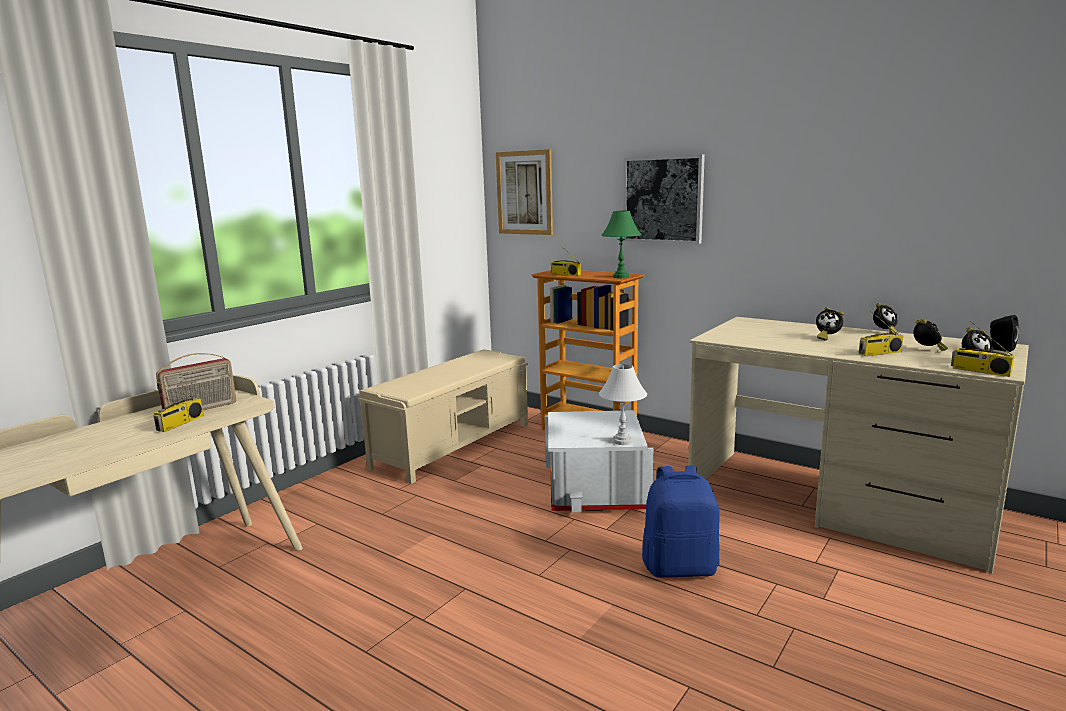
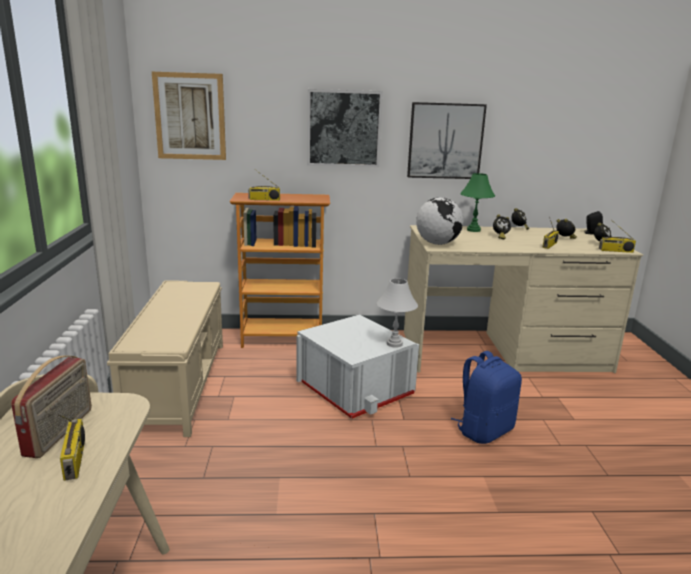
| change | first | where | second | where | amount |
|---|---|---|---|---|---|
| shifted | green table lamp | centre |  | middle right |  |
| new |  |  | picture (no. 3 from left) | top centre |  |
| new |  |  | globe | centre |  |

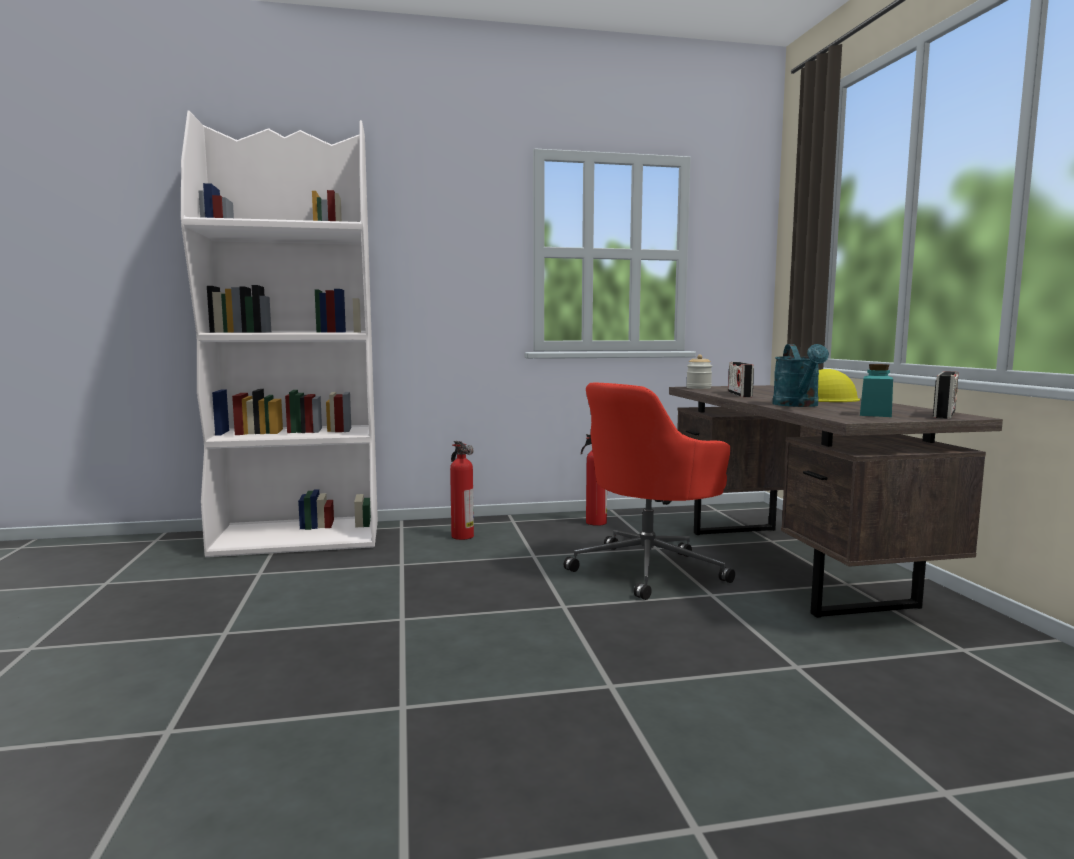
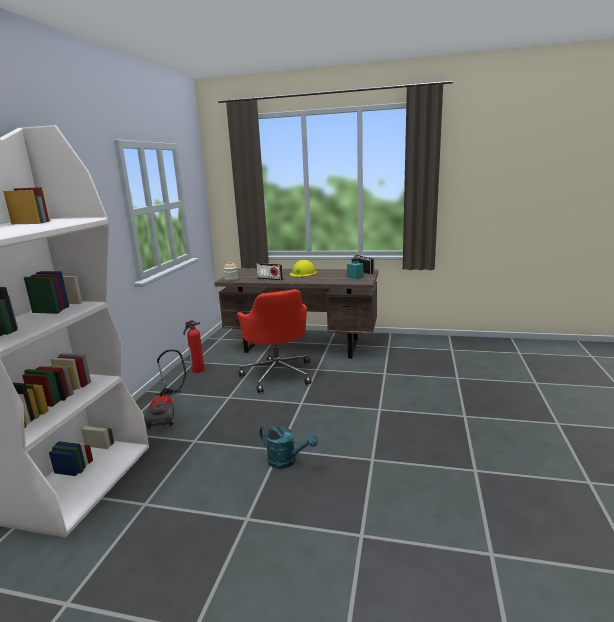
| change | first | where | second | where | amount |
|---|---|---|---|---|---|
| shifted | turquoise watering can | middle right |  | bottom centre |  |
| swapped | fire extinguisher (no. 1 from left) | centre | vacuum cleaner | middle left |  |

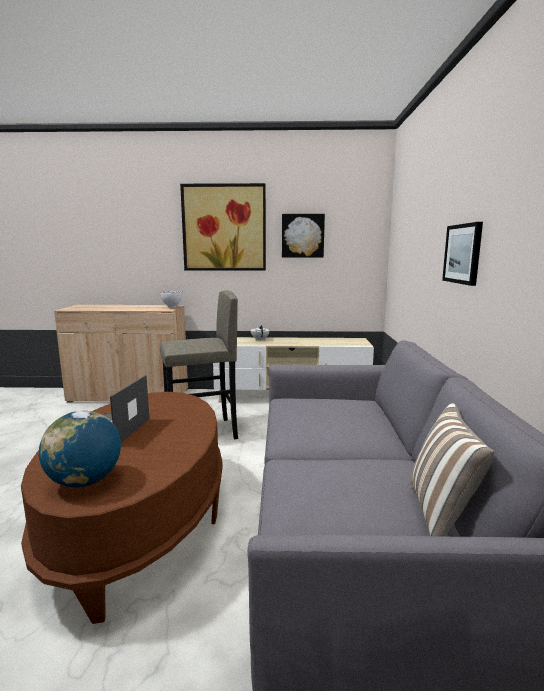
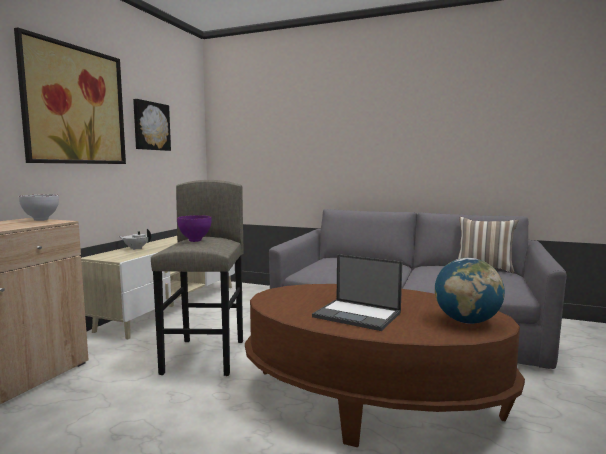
| change | first | where | second | where | amount |
|---|---|---|---|---|---|
| gone | picture (no. 3 from left) | middle right |  |  |  |
| new |  |  | purple bowl | middle left |  |

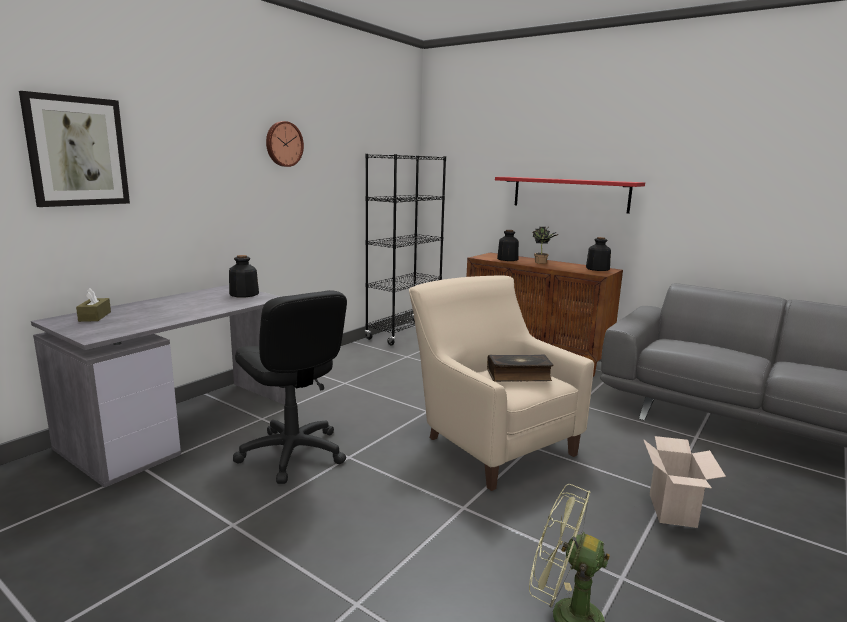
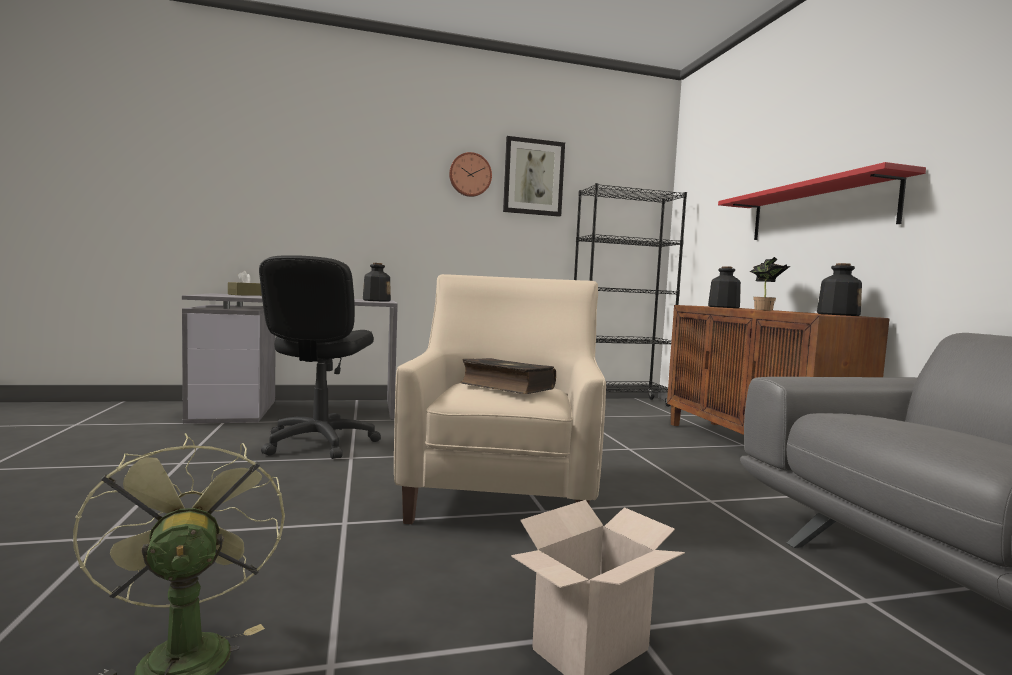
| change | first | where | second | where | amount |
|---|---|---|---|---|---|
| shifted | picture | top left |  | top centre |  |

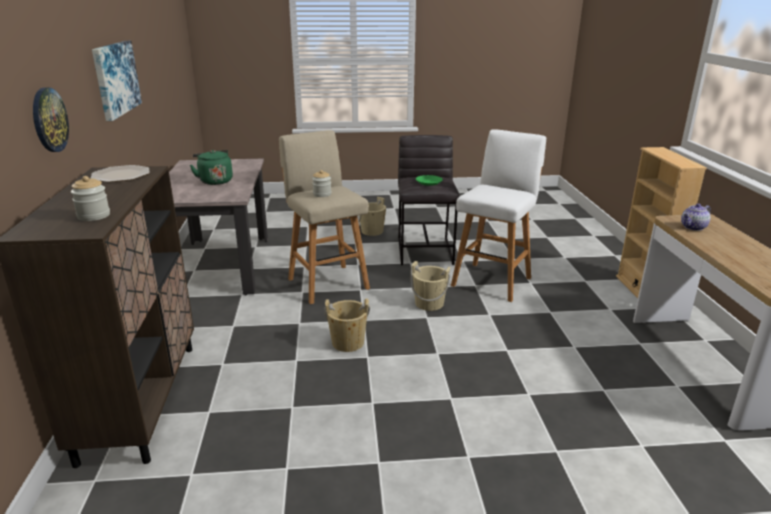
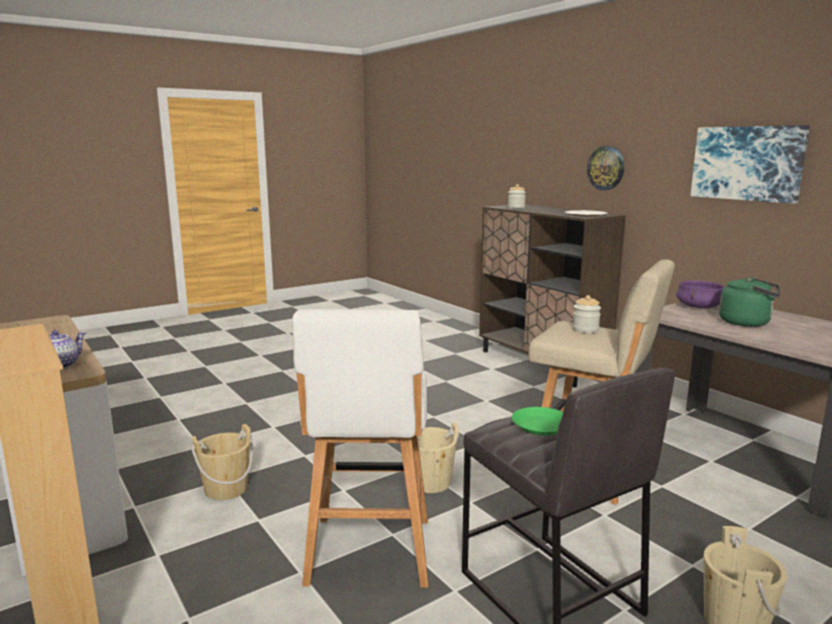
| change | first | where | second | where | amount |
|---|---|---|---|---|---|
| shifted | beige bucket (no. 1 from left) | centre |  | bottom left |  |
| new |  |  | purple cooking pot | middle right |  |

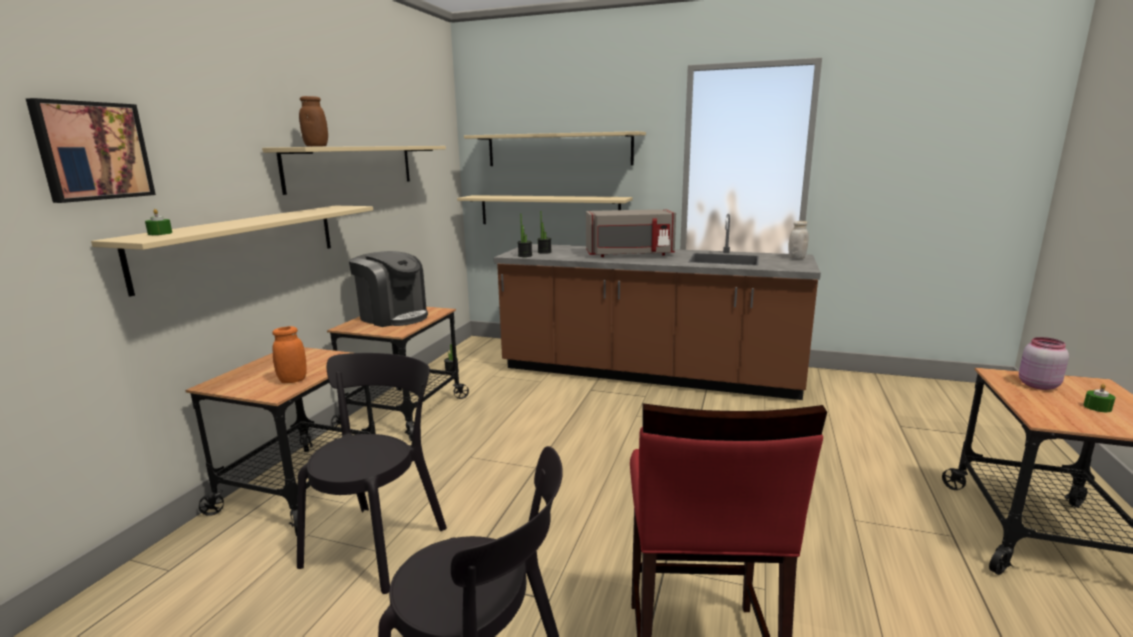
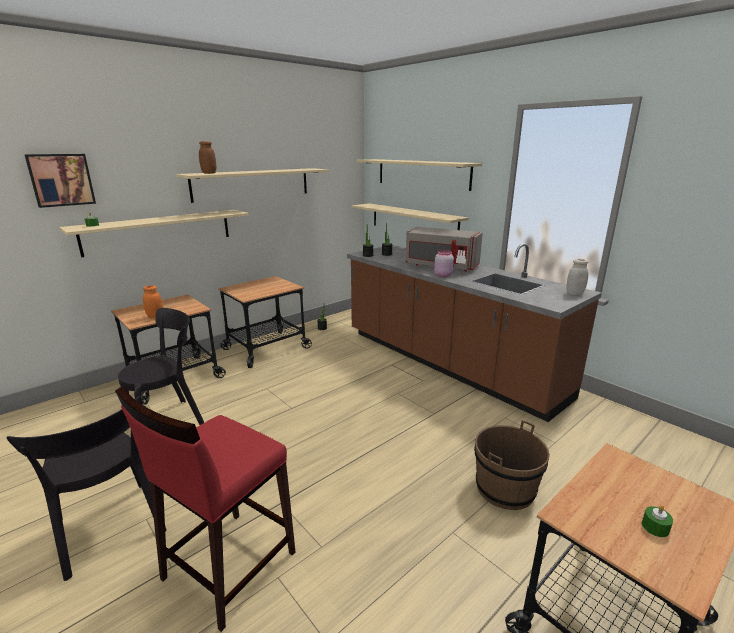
| change | first | where | second | where | amount |
|---|---|---|---|---|---|
| gone | coffee machine | centre |  |  |  |
| shifted | pink jar | middle right |  | centre |  |
| new |  |  | brown bucket | bottom right |  |

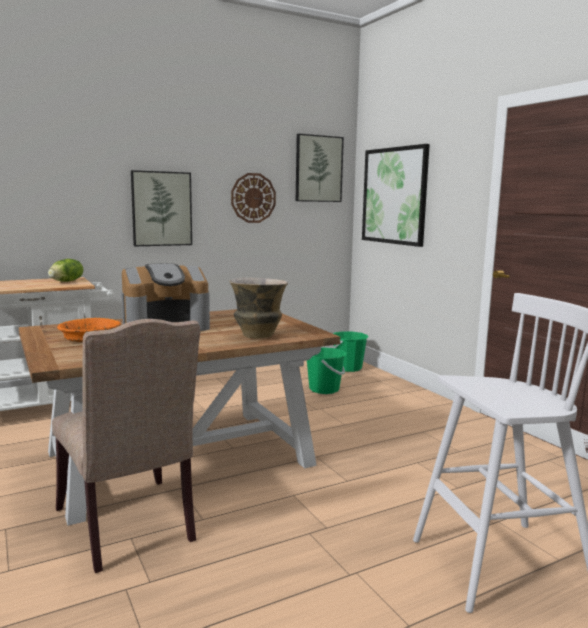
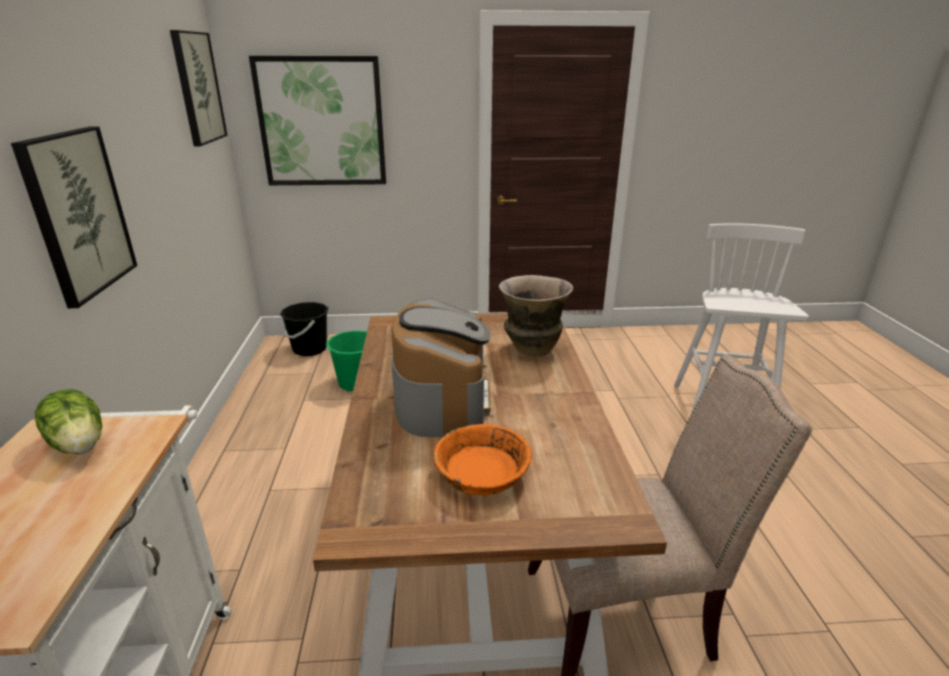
| change | first | where | second | where | amount |
|---|---|---|---|---|---|
| gone | wall clock | top centre |  |  |  |
| repainted | green bucket (no. 2 from left) | centre | black bucket | middle left |  |

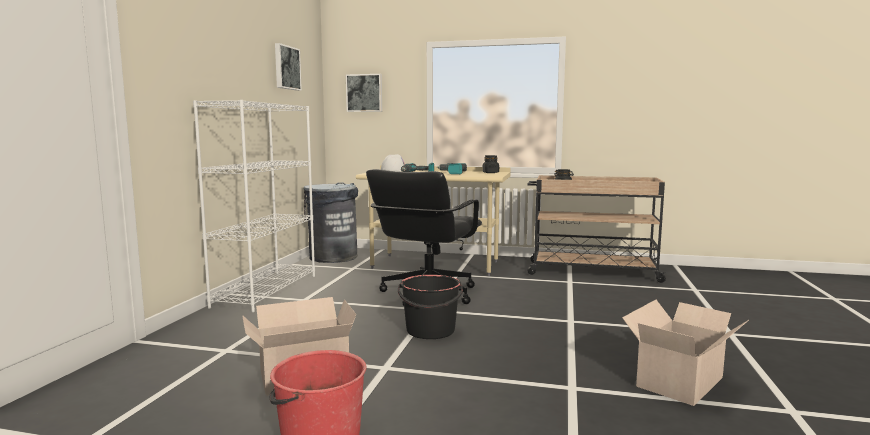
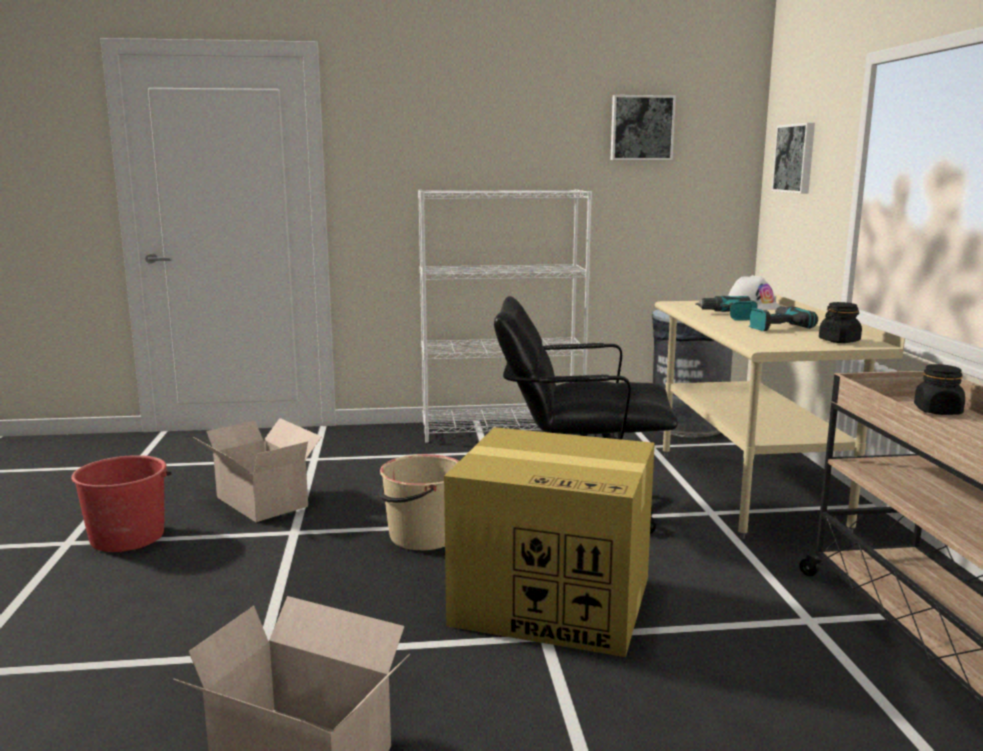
| change | first | where | second | where | amount |
|---|---|---|---|---|---|
| repainted | black bucket | bottom centre | beige bucket | bottom centre |  |
| new |  |  | cardboard box (no. 3 from left) | bottom centre |  |

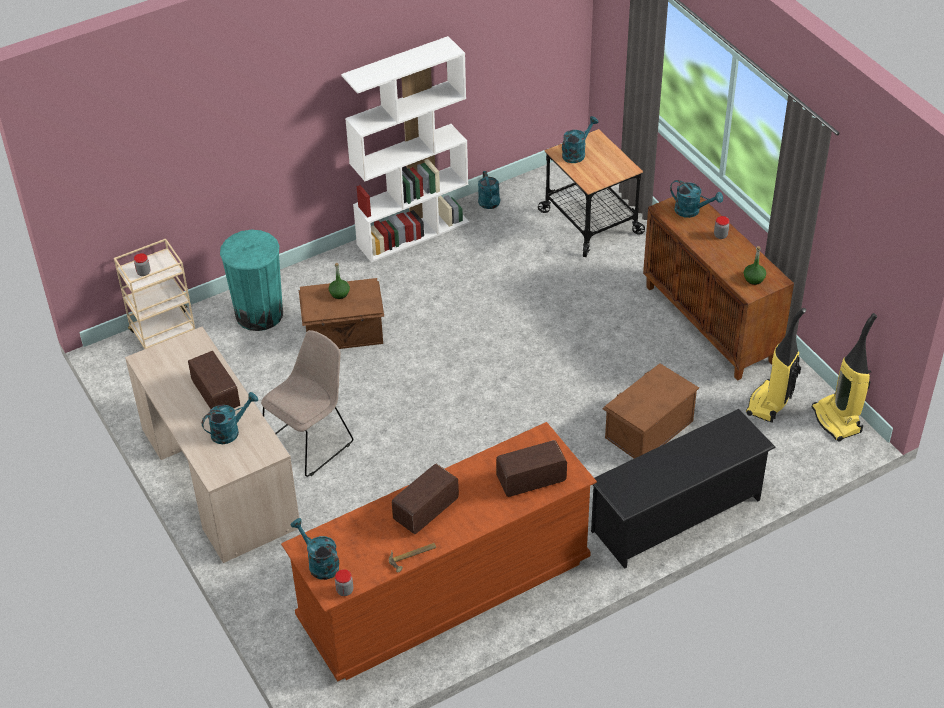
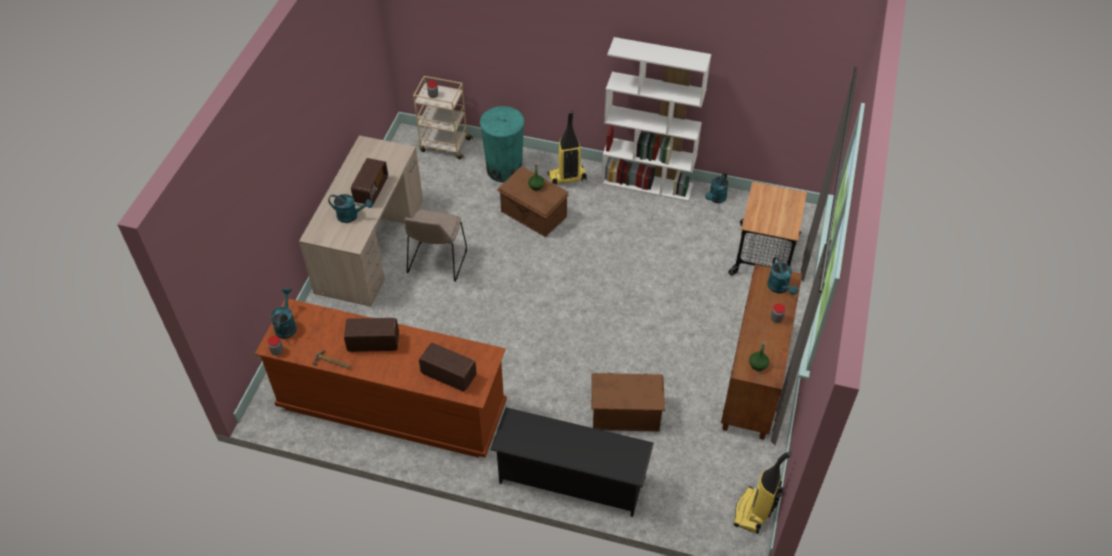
| change | first | where | second | where | amount |
|---|---|---|---|---|---|
| gone | turquoise watering can (no. 4 from left) | top centre |  |  |  |
| shifted | vacuum cleaner (no. 1 from left) | middle right |  | top centre |  |
| rotated | beige chair | middle left |  | centre | 105 degrees clockwise |

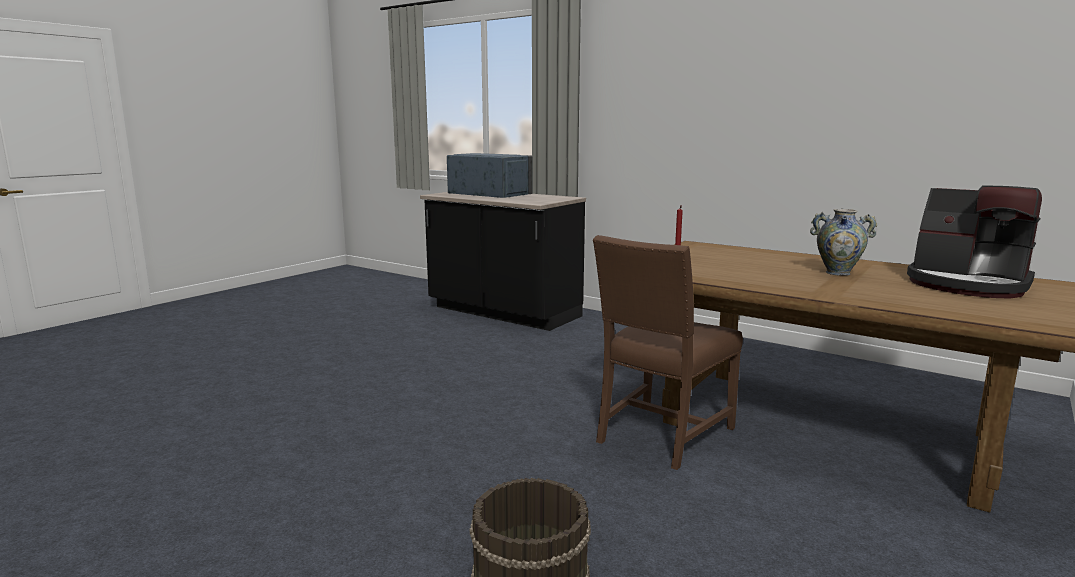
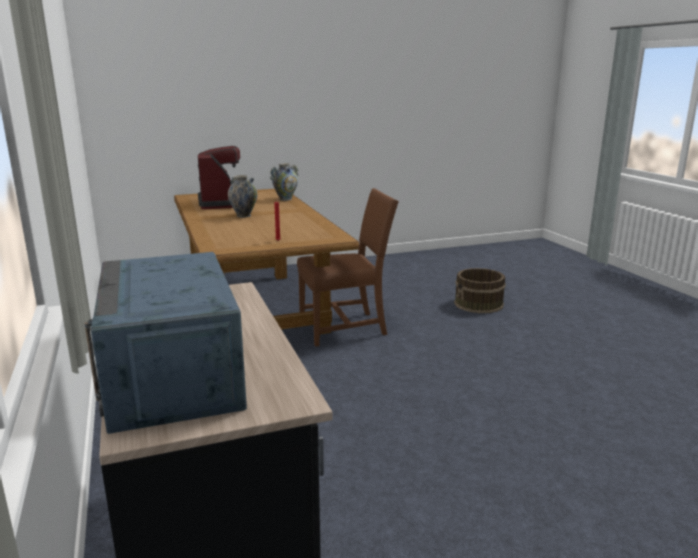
| change | first | where | second | where | amount |
|---|---|---|---|---|---|
| new |  |  | vase (no. 2 from left) | top centre |  |

